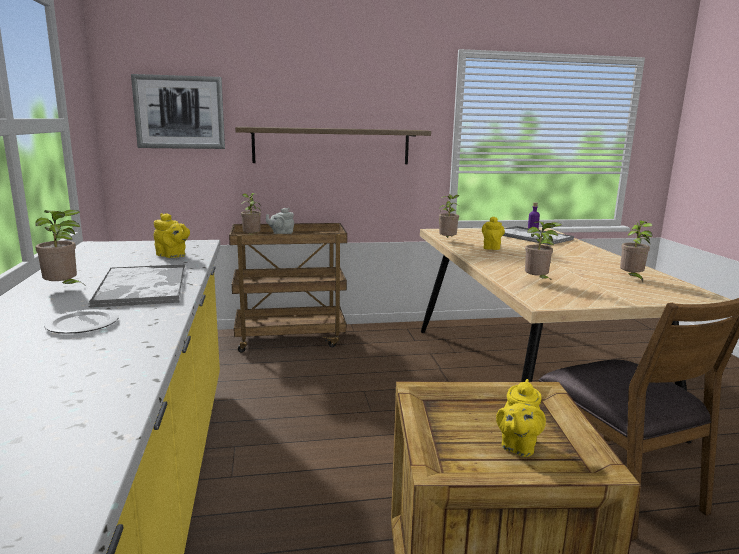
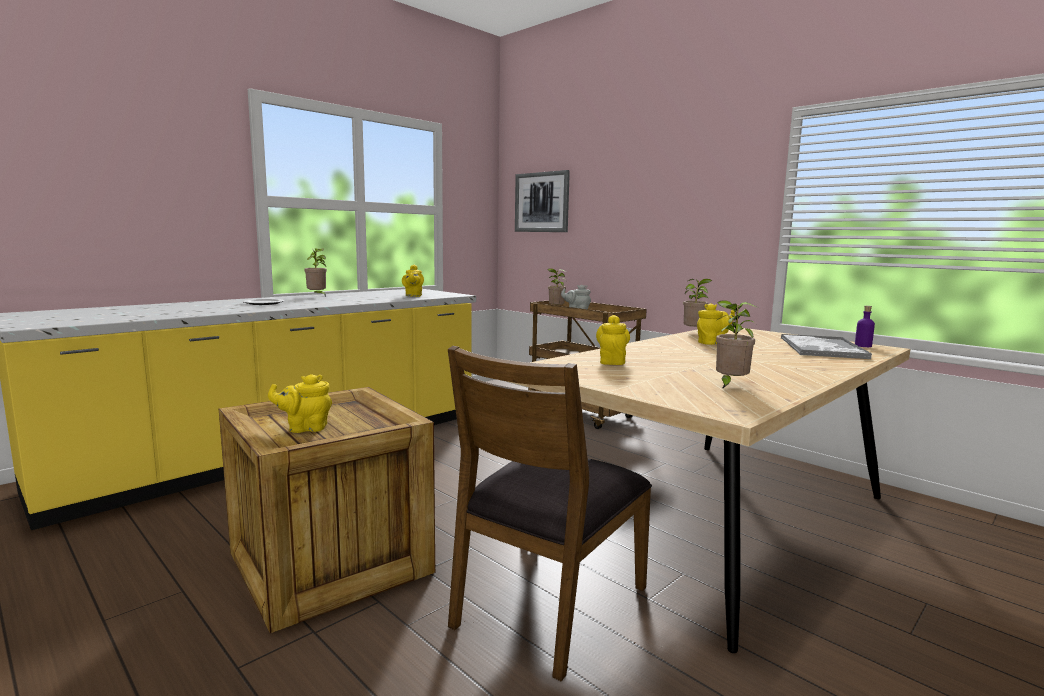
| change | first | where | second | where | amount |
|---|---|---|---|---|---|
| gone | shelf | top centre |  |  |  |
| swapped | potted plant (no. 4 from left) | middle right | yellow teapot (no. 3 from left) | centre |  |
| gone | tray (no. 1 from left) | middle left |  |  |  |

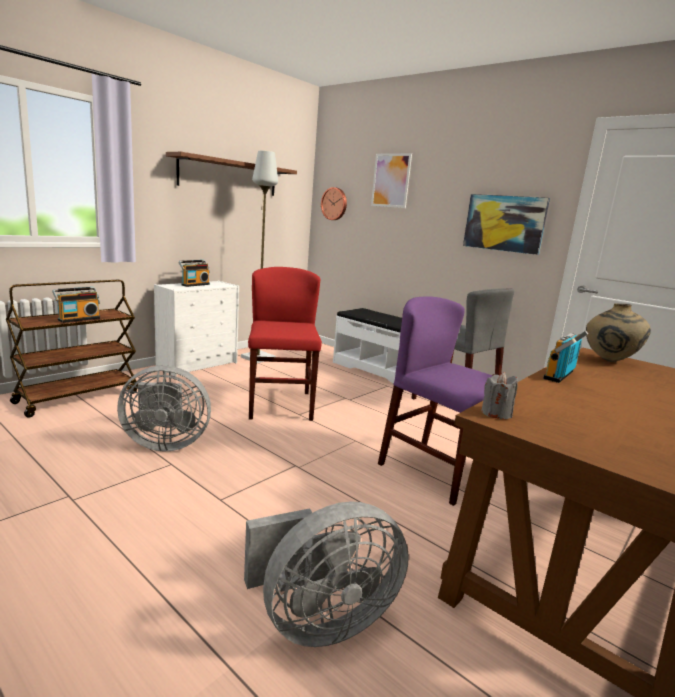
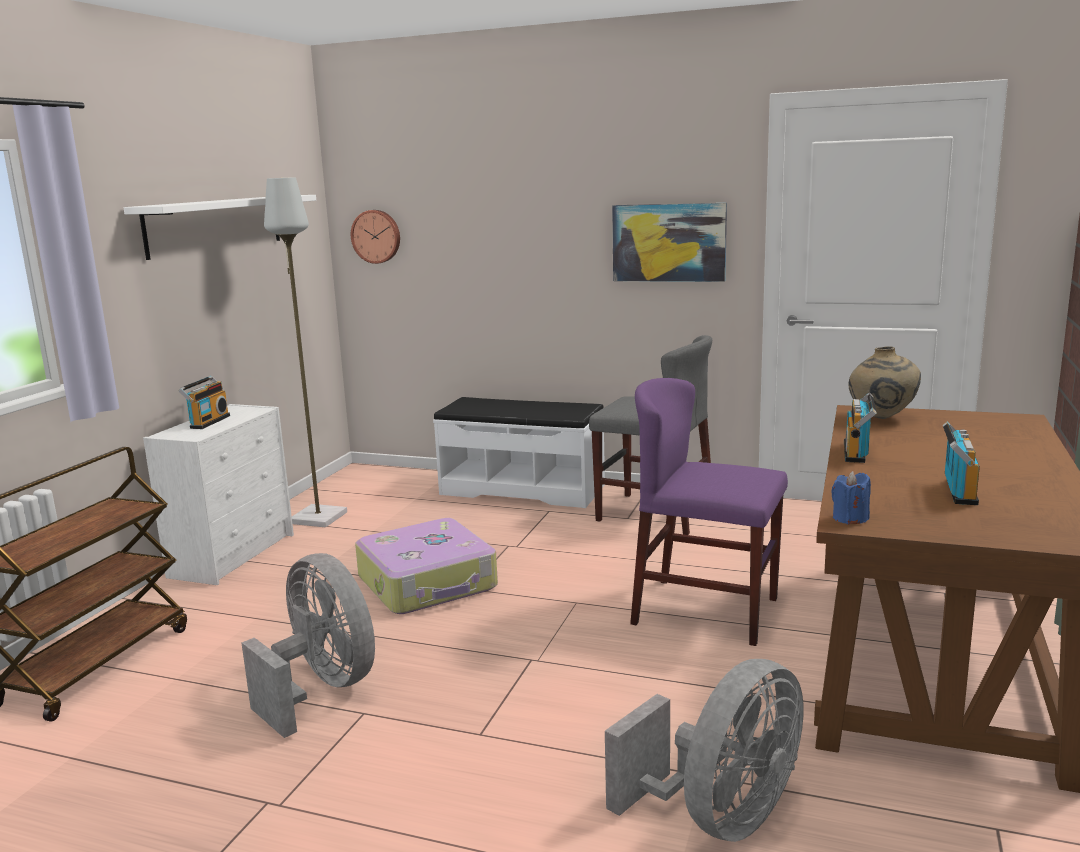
| change | first | where | second | where | amount |
|---|---|---|---|---|---|
| repainted | brown shelf | top centre | white shelf | top left |  |
| gone | picture (no. 1 from left) | top centre |  |  |  |
| swapped | red chair | centre | suitcase | centre |  |
| shifted | radio (no. 1 from left in the first image) | middle left | radio (no. 3 from left) | middle right |  |
| rotated | grey fan (no. 1 from left) | middle left |  | bottom left | 105 degrees counterclockwise |
| repainted | grey candle | middle right | blue candle | middle right |  |

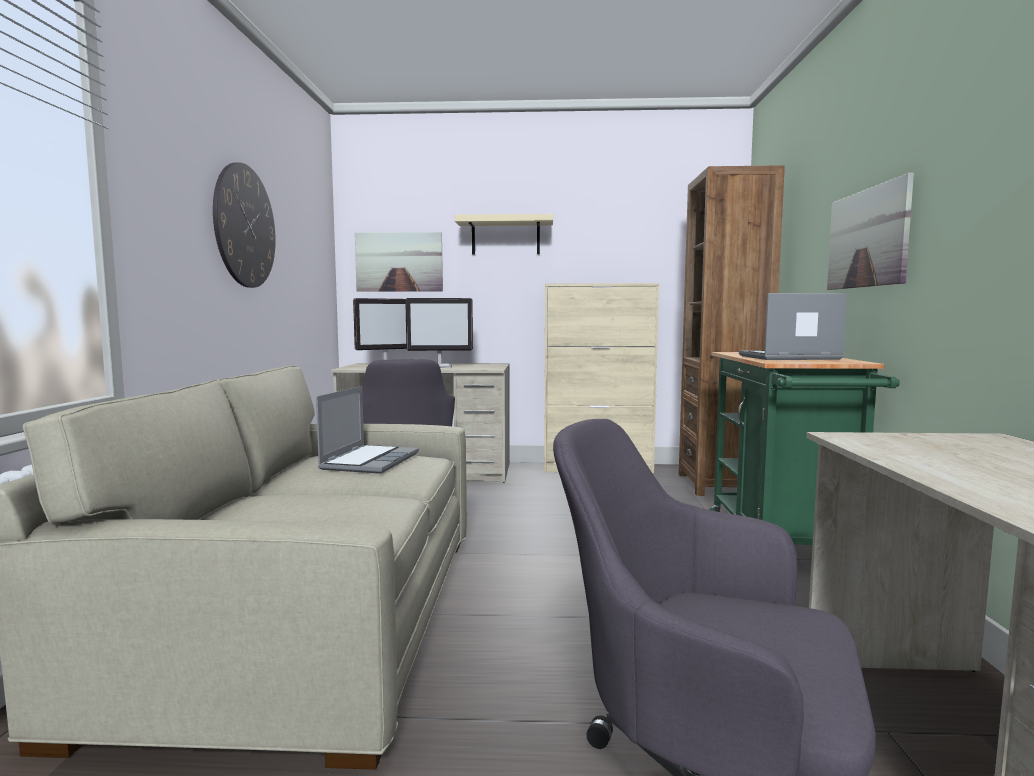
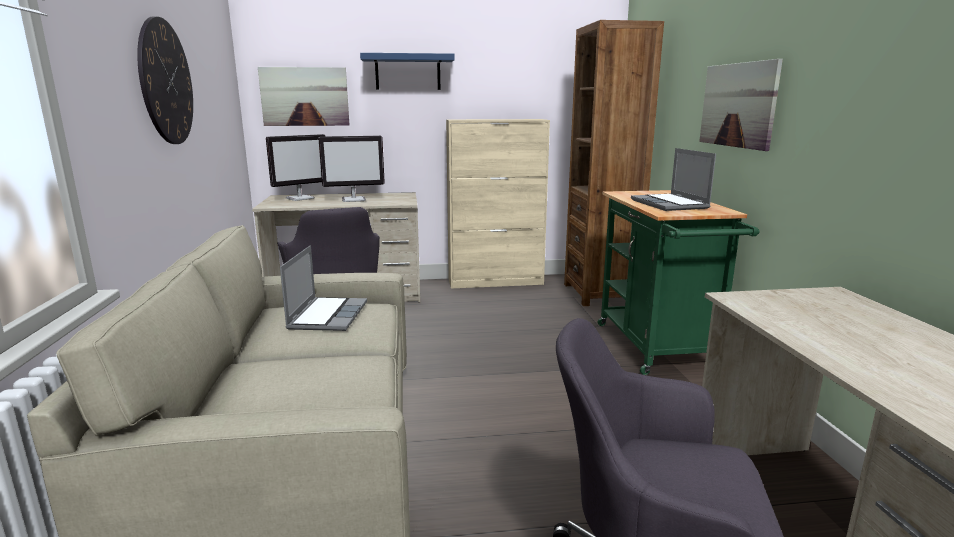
| change | first | where | second | where | amount |
|---|---|---|---|---|---|
| repainted | beige shelf | top centre | blue shelf | top centre |  |
| rotated | laptop (no. 2 from left) | middle right |  | middle right | 90 degrees counterclockwise |

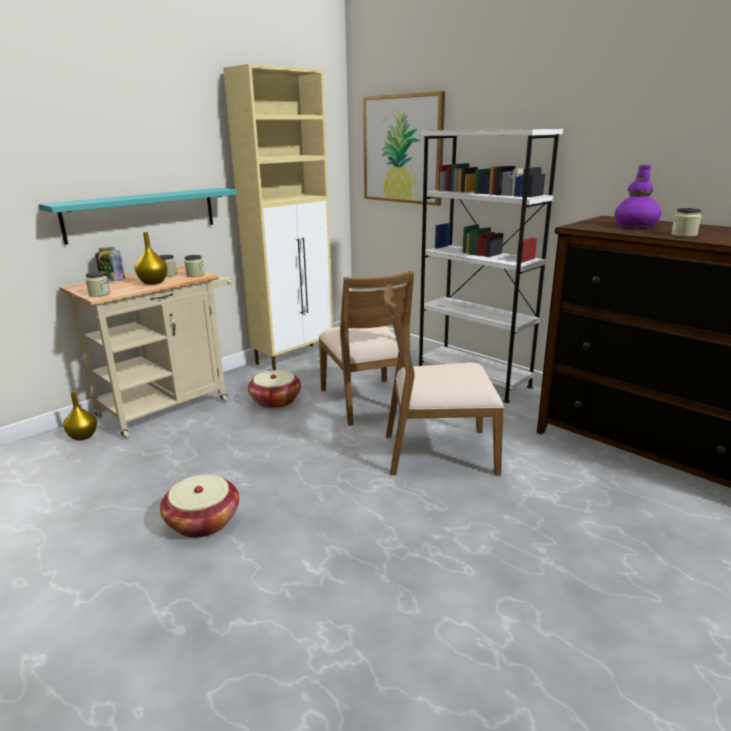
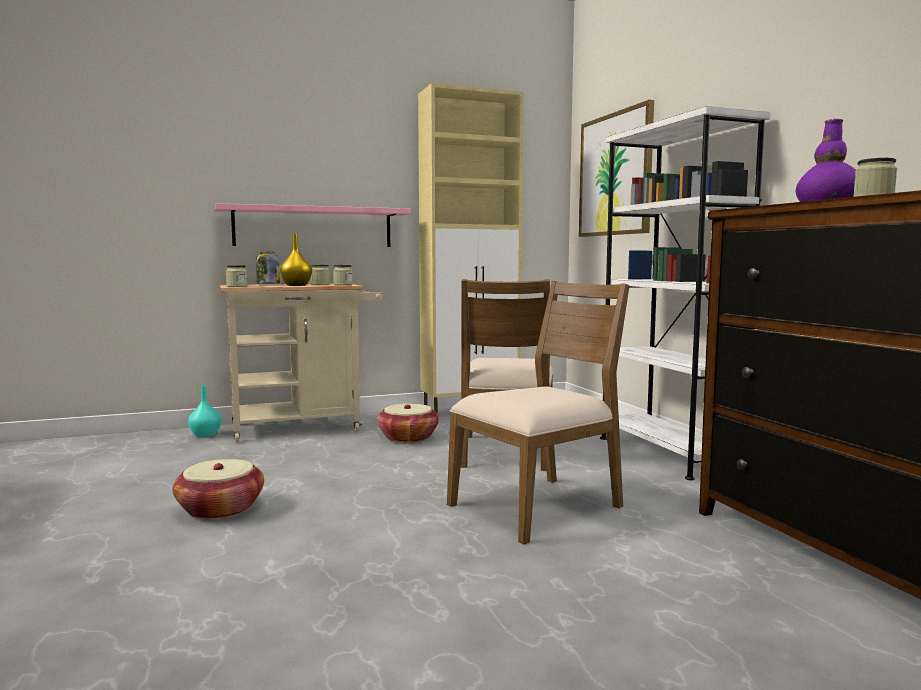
| change | first | where | second | where | amount |
|---|---|---|---|---|---|
| repainted | turquoise shelf | top left | pink shelf | top centre |  |
| rotated | brown chair (no. 2 from left) | centre |  | centre | 120 degrees clockwise |
| repainted | yellow vase (no. 1 from left) | middle left | turquoise vase | middle left |  |

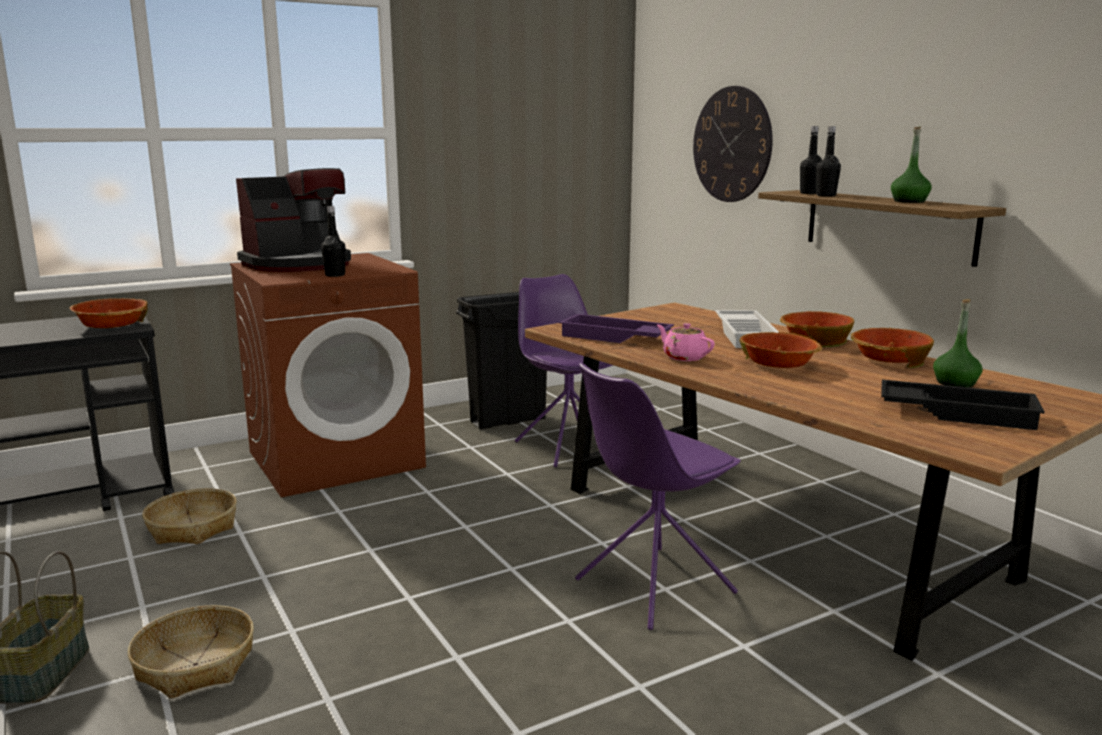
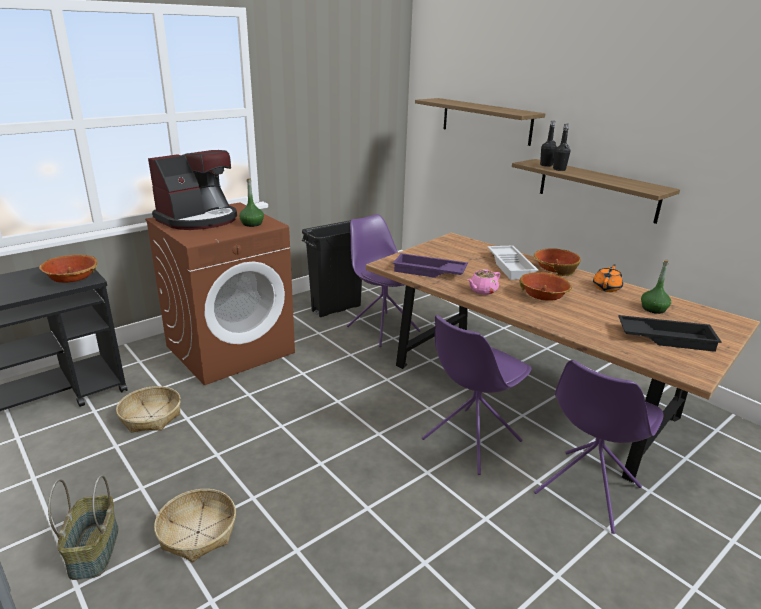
| change | first | where | second | where | amount |
|---|---|---|---|---|---|
| swapped | wall clock | top centre | shelf (no. 1 from left) | top centre |  |
| shifted | green bottle (no. 1 from left) | top right |  | top left |  |
| gone | black bottle (no. 1 from left) | top left |  |  |  |
| rotated | pink teapot | centre |  | centre | 75 degrees counterclockwise |
| swapped | bowl (no. 4 from left) | middle right | orange teapot | middle right |  |
| new |  |  | purple chair (no. 3 from left) | bottom right |  |

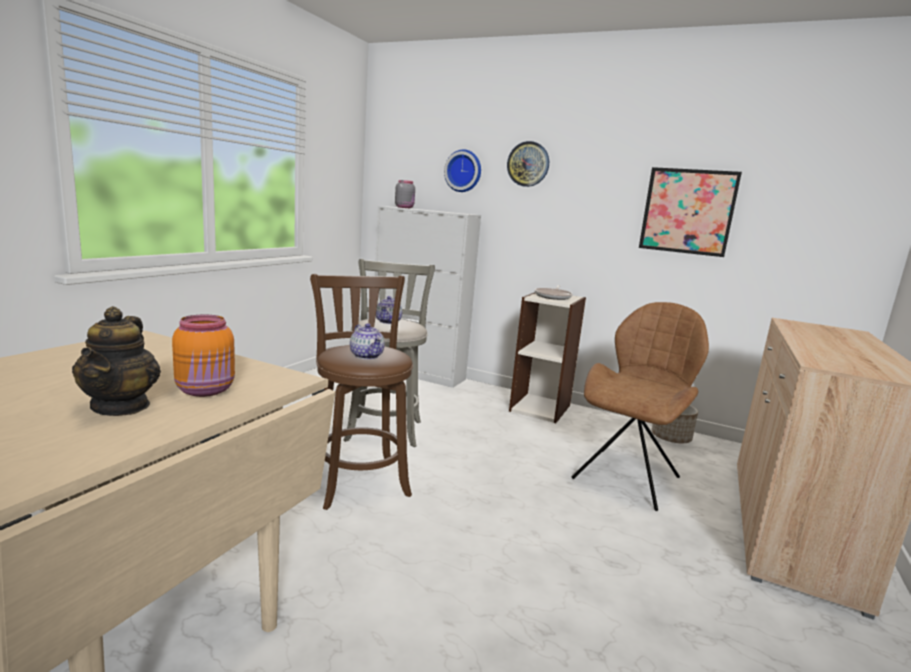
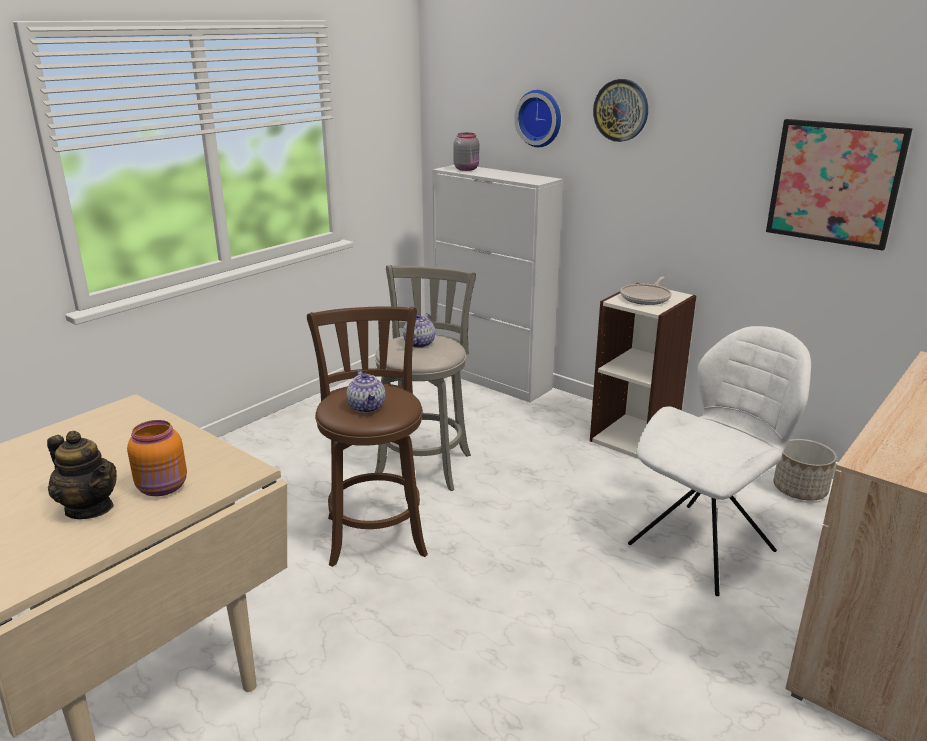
| change | first | where | second | where | amount |
|---|---|---|---|---|---|
| repainted | brown chair | middle right | white chair | middle right |  |
| rotated | teapot (no. 1 from left) | middle left |  | middle left | 60 degrees counterclockwise |

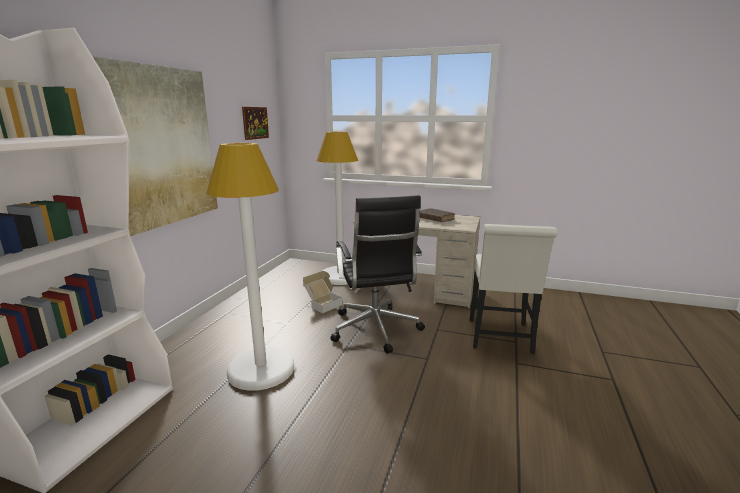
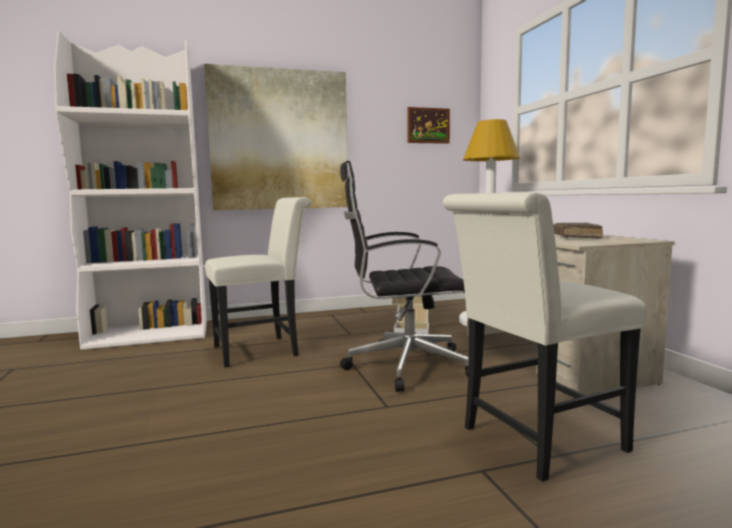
| change | first | where | second | where | amount |
|---|---|---|---|---|---|
| swapped | white floor lamp (no. 1 from left) | centre | white chair (no. 1 from left) | centre |  |
| rotated | black office chair | centre |  | centre | 45 degrees clockwise |

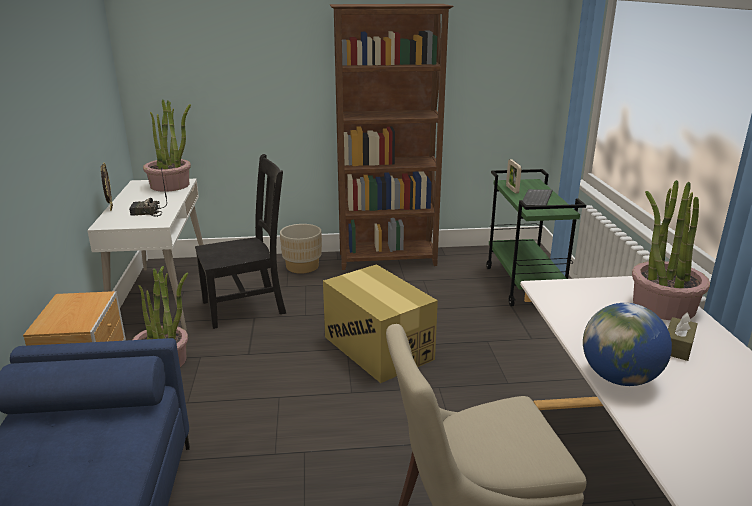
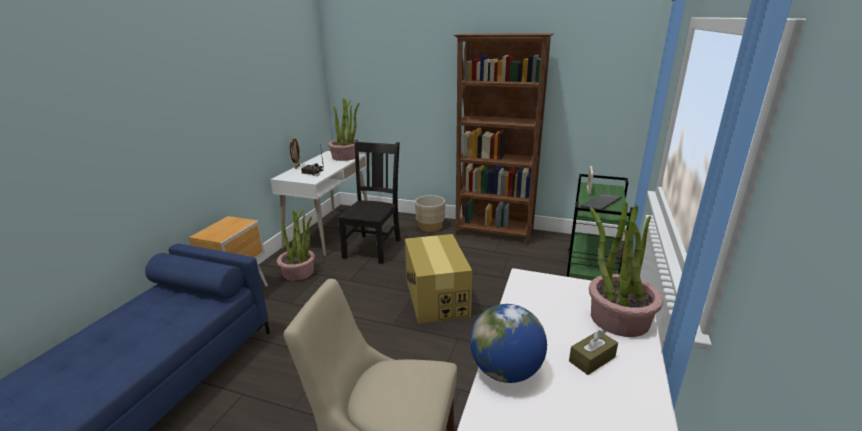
| change | first | where | second | where | amount |
|---|---|---|---|---|---|
| rotated | black chair | middle left |  | centre | 75 degrees counterclockwise |

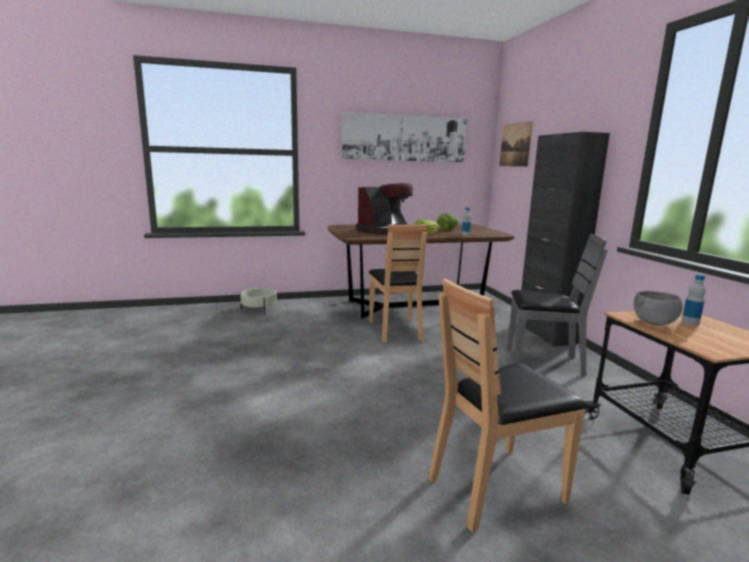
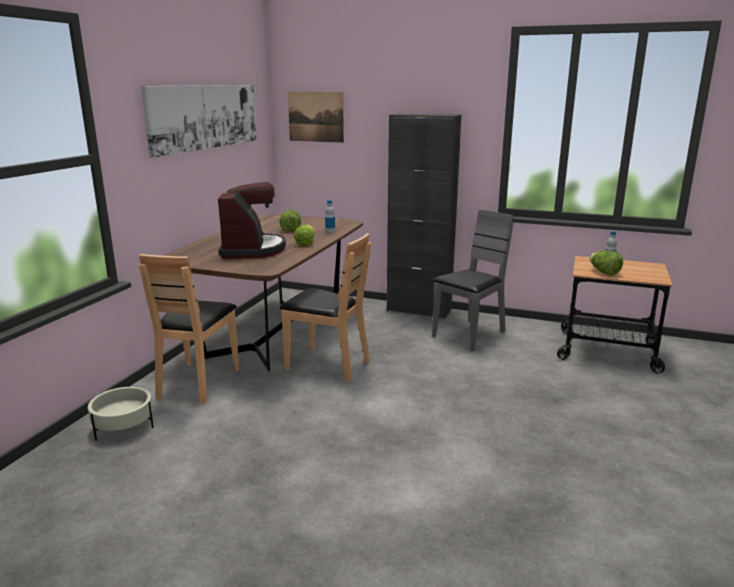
| change | first | where | second | where | amount |
|---|---|---|---|---|---|
| shifted | brown chair (no. 2 from left in the first image) | bottom right | brown chair (no. 1 from left) | middle left |  |
| swapped | grey bowl | middle right | lettuce (no. 3 from left) | middle right |  |

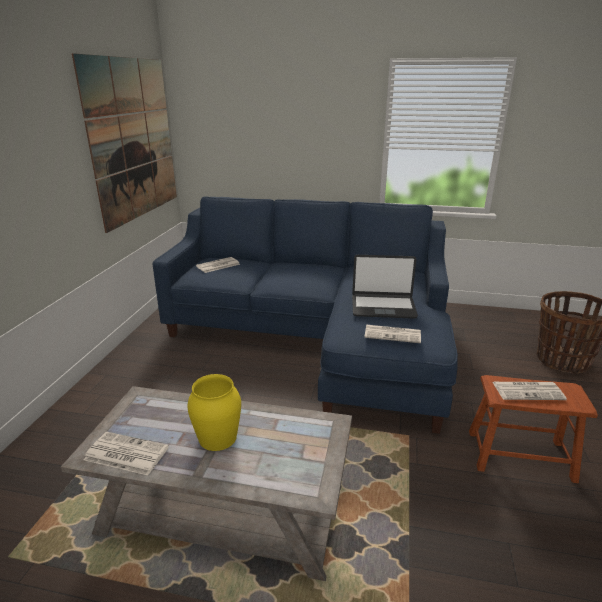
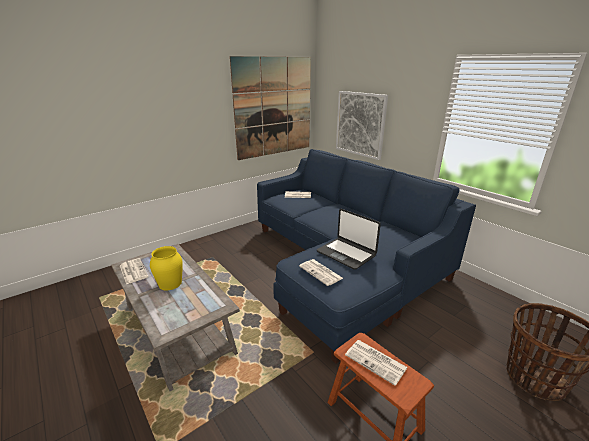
| change | first | where | second | where | amount |
|---|---|---|---|---|---|
| new |  |  | picture (no. 2 from left) | top centre |  |

